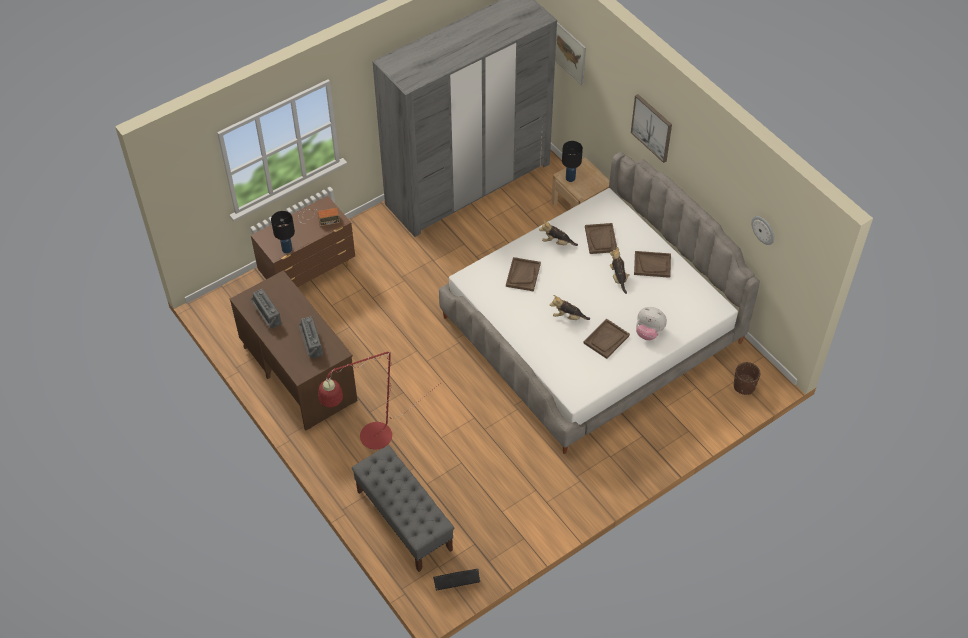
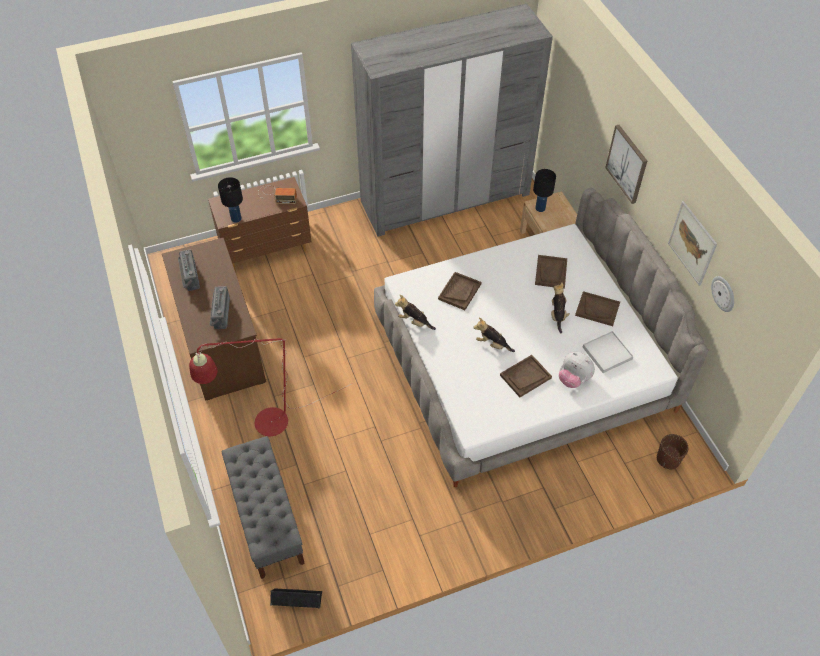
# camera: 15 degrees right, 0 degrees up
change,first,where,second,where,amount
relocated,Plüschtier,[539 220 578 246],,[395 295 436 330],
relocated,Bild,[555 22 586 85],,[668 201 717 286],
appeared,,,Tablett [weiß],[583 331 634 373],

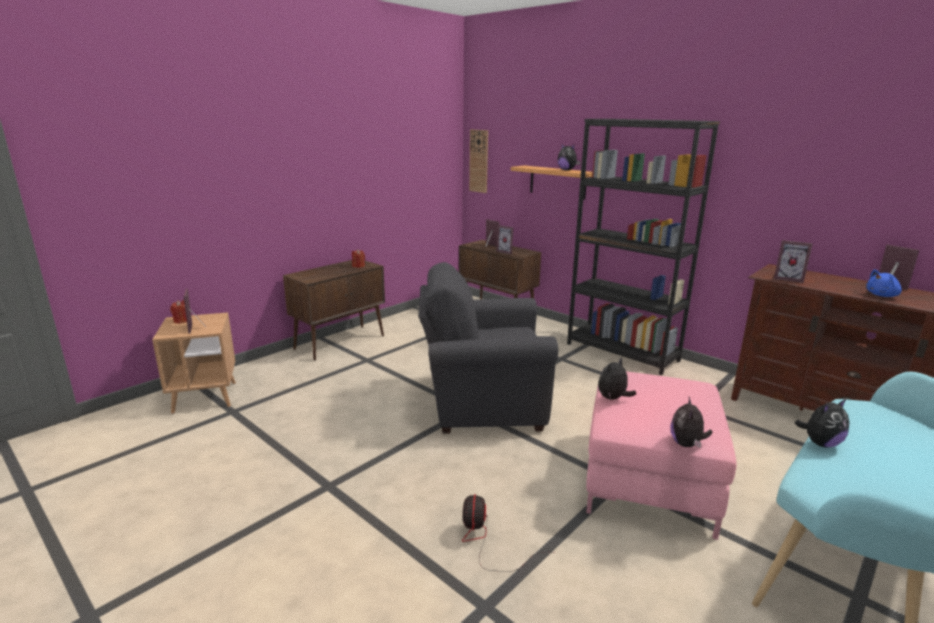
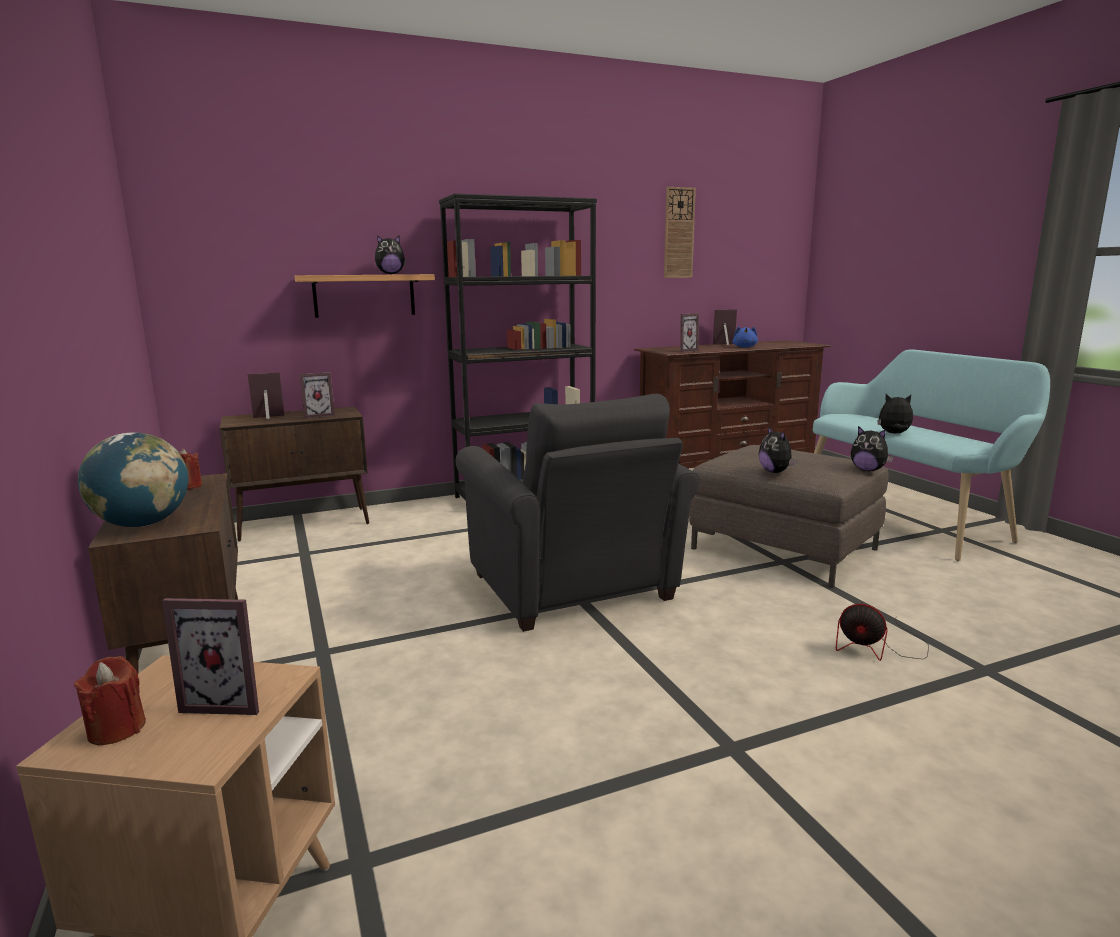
# camera: 65 degrees left, 5 degrees down
change,first,where,second,where,amount
spun,Sessel [grau],[418 262 558 434],,[456 394 699 632],45 degrees counterclockwise
relocated,Wanduhr,[469 130 488 193],,[664 187 696 278],
colour,Polsterhocker [rosa],[586 371 737 540],Polsterhocker [braun],[689 445 889 588],
spun,Plüschtier,[795 399 849 447],,[877 394 913 433],75 degrees counterclockwise
appeared,,,Globus,[78 432 188 527],

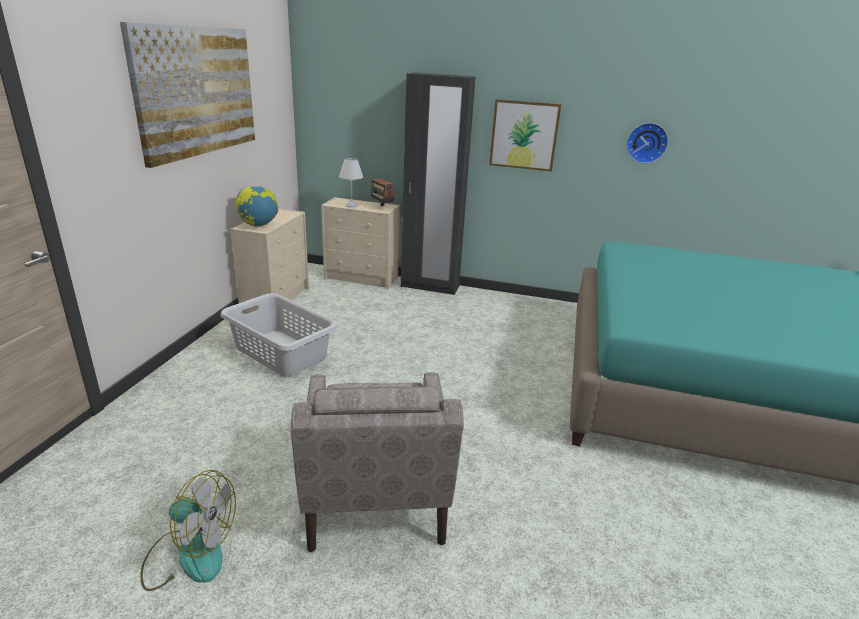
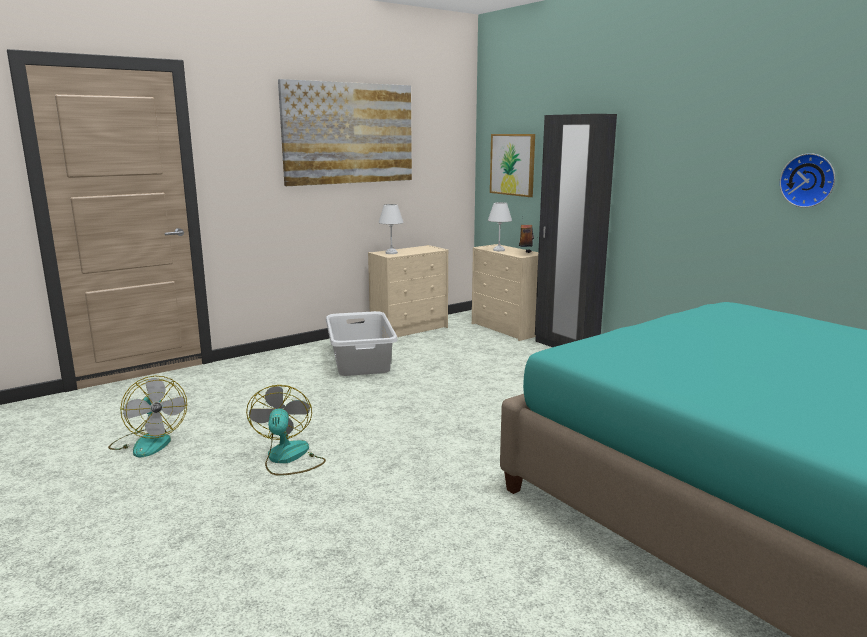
# camera: 40 degrees right, 10 degrees down
change,first,where,second,where,amount
exchanged,Globus,[235 186 279 227],Tischlampe [weiß],[379 204 403 254],
exchanged,Sessel [beige],[291 372 464 552],Ventilator,[246 385 326 476],
relocated,Bild,[489 99 562 171],,[490 134 535 197],

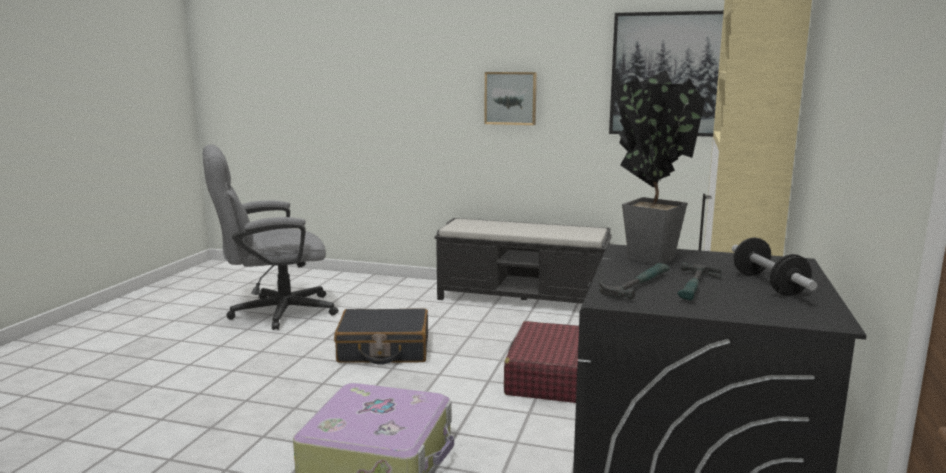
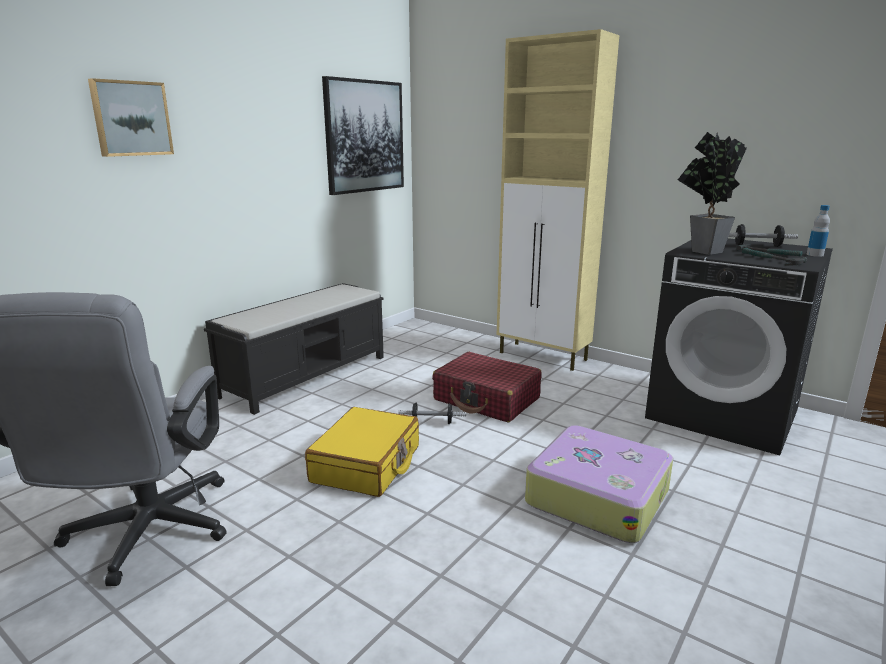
# camera: 70 degrees left, 5 degrees up
change,first,where,second,where,amount
colour,Koffer [schwarz],[334 309 428 365],Koffer [gelb],[305 407 419 497],
relocated,Bild,[485 72 537 125],,[88 78 174 157],
appeared,,,Hantel,[398 403 466 424],
appeared,,,Flasche,[807 205 830 257],

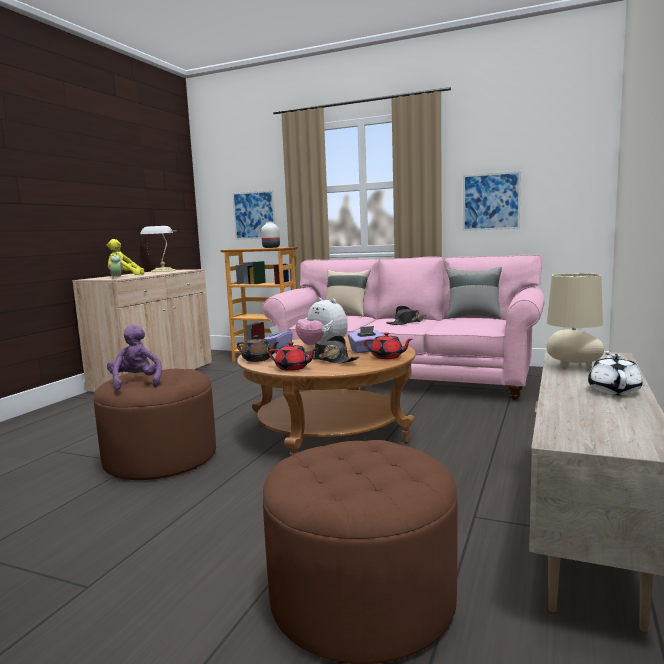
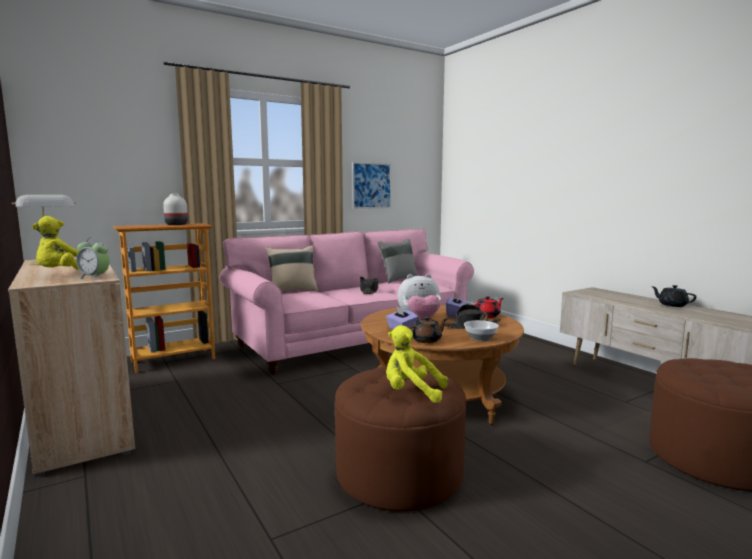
# camera: 55 degrees left, 0 degrees up
change,first,where,second,where,amount
colour,Plüschtier [lila],[107 325 162 391],Plüschtier [gelb],[386 325 448 403],
missing,Bild,[232 190 275 240],,,
exchanged,Teekanne [rot],[268 342 317 371],Schüssel,[464 320 499 341],
missing,Tischlampe [beige],[546 273 604 370],,,
colour,Teekanne [weiß],[588 353 643 395],Teekanne [schwarz],[651 285 696 307],

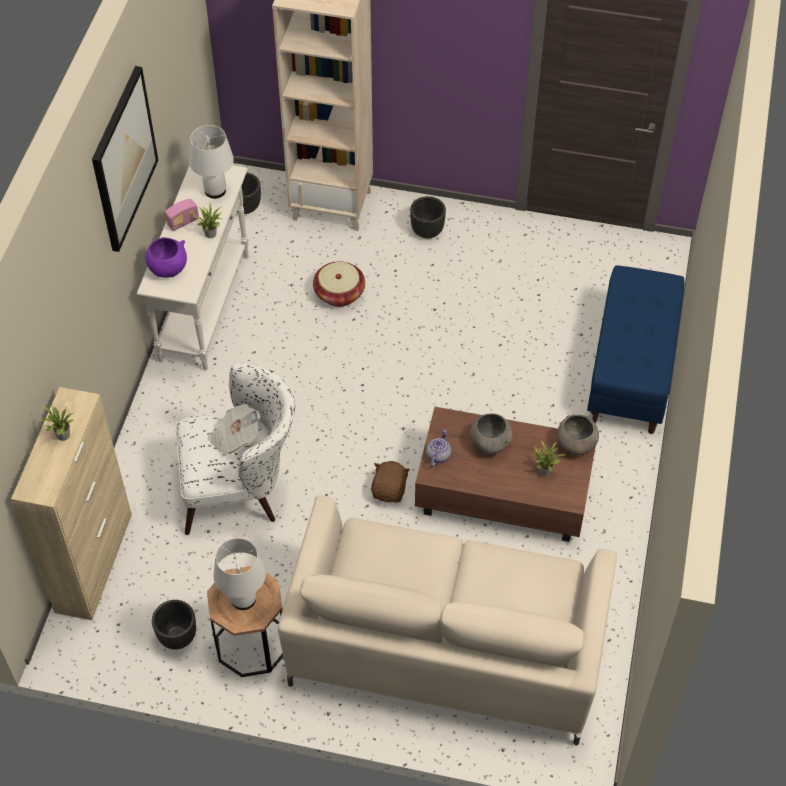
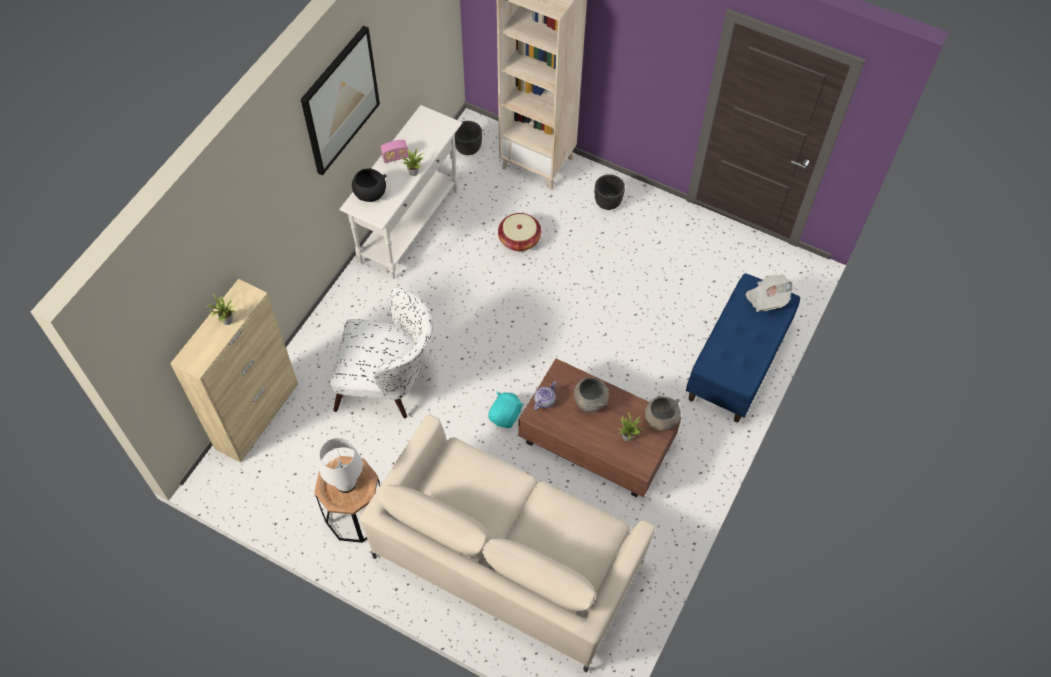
# camera: 15 degrees right, 5 degrees up
change,first,where,second,where,amount
colour,Schüssel [lila],[146 237 187 278],Schüssel [schwarz],[352 168 386 202],
missing,Pflanzkübel [schwarz],[152 600 196 650],,,
missing,Tischlampe [weiß],[189 125 234 199],,,
relocated,Zeitung,[208 404 260 456],,[746 274 794 312],
colour,Plüschtier [braun],[371 461 410 503],Plüschtier [türkis],[488 392 524 428],

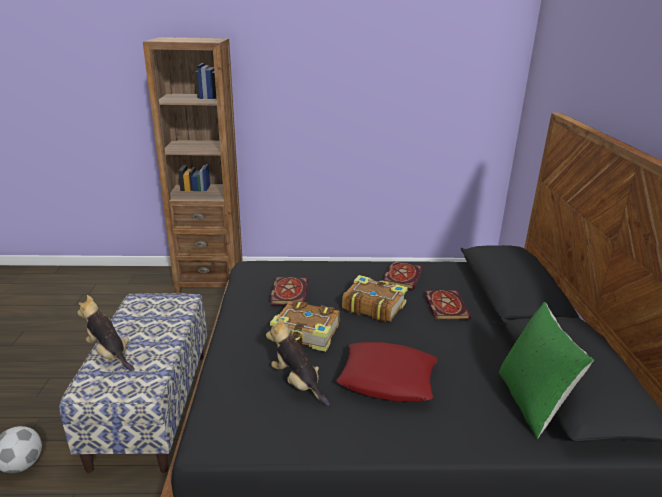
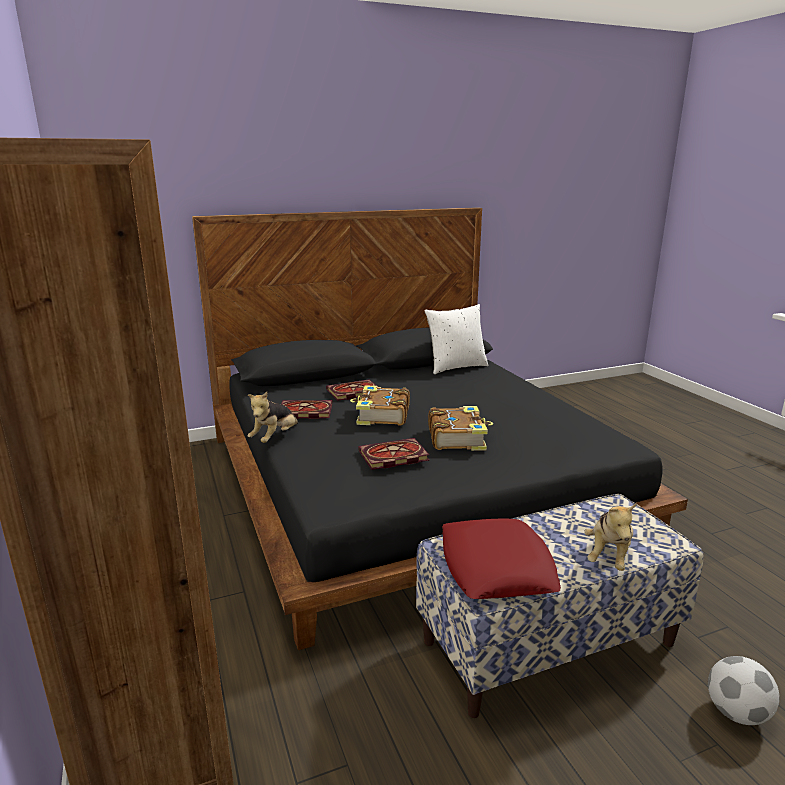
# camera: 110 degrees left, 5 degrees down
change,first,where,second,where,amount
relocated,Plüschtier,[266 317 330 406],,[248 392 298 443],
relocated,Kissen [rot],[337 342 438 402],,[442 518 561 599],
colour,Kissen [grün],[499 302 594 439],Kissen [weiß],[424 304 488 374],

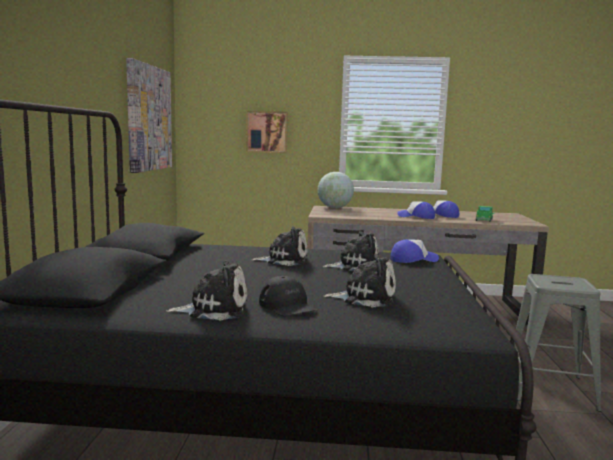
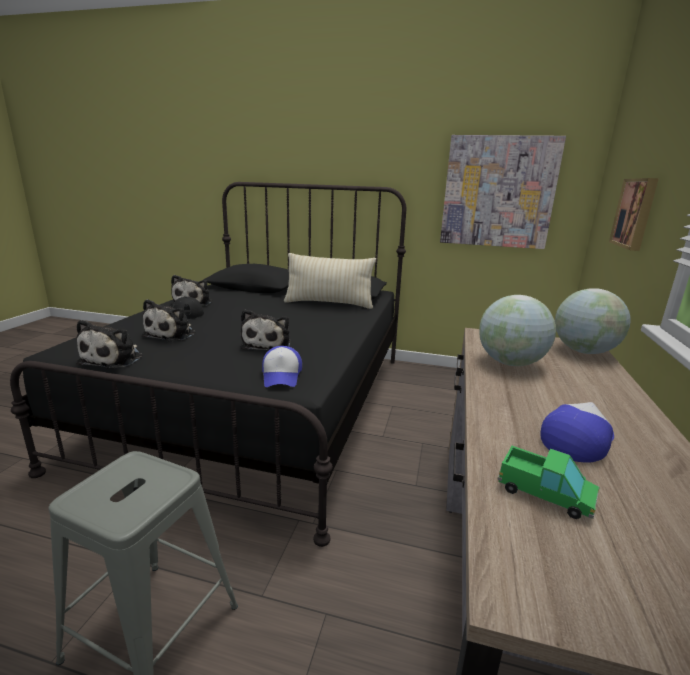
# camera: 100 degrees right, 10 degrees up
change,first,where,second,where,amount
relocated,Plüschtier,[251 227 308 266],,[76 320 142 369],
missing,Kappe,[397 201 435 219],,,
appeared,,,Kissen [beige],[284 253 376 309],
appeared,,,Globus,[479 295 556 366],

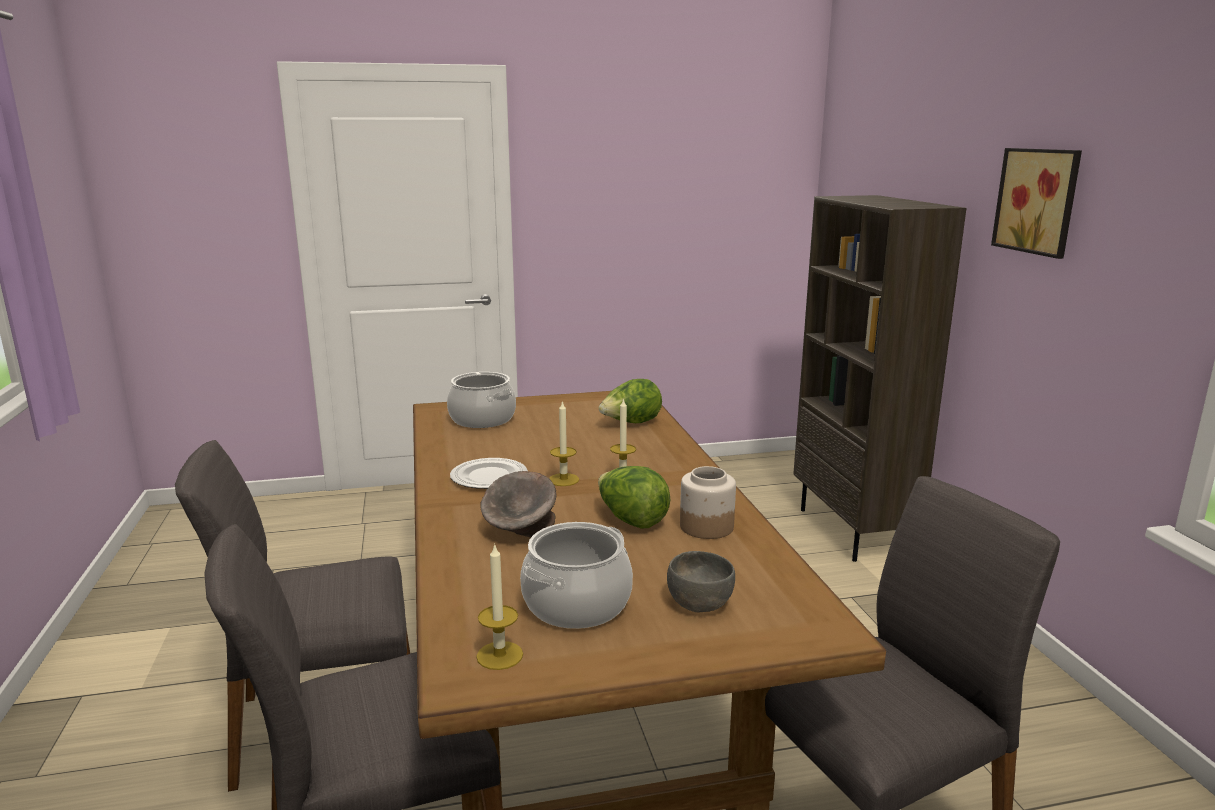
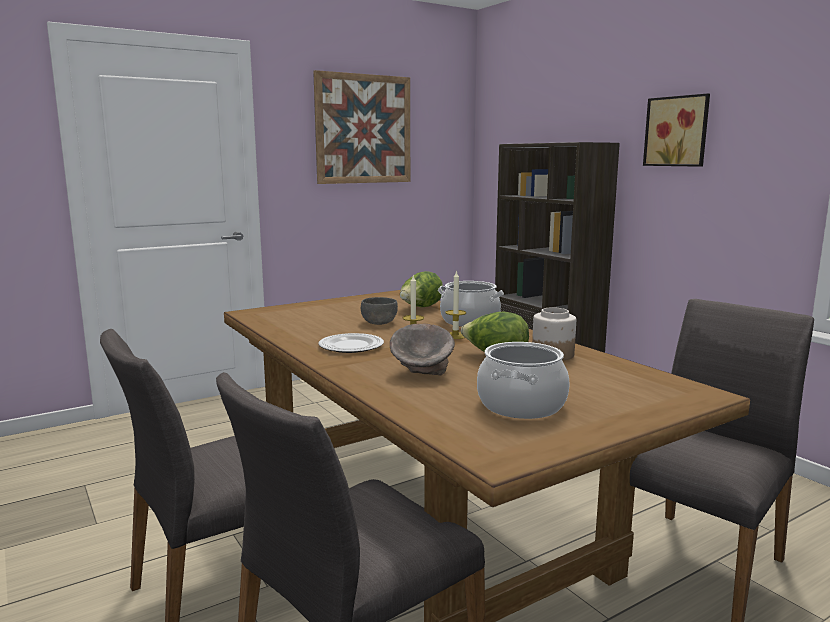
# camera: 20 degrees left, 5 degrees down
change,first,where,second,where,amount
relocated,Kochtopf,[447 372 516 428],,[438 281 504 327],
missing,Kerze,[476 543 523 670],,,
relocated,Schüssel [grau],[667 551 735 612],,[361 297 398 325],
appeared,,,Bild,[313 70 410 184],

